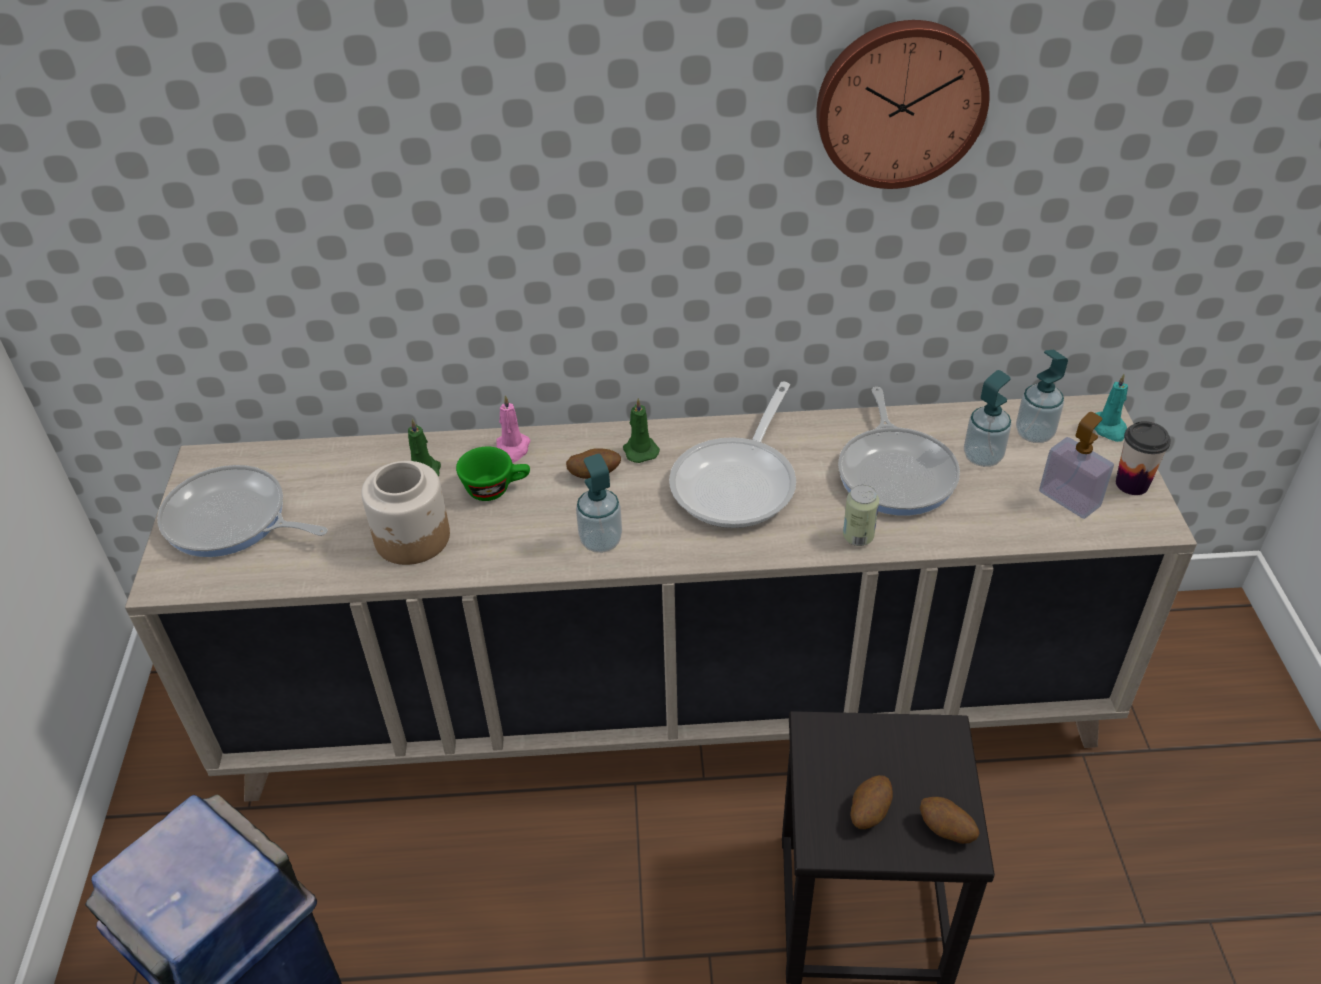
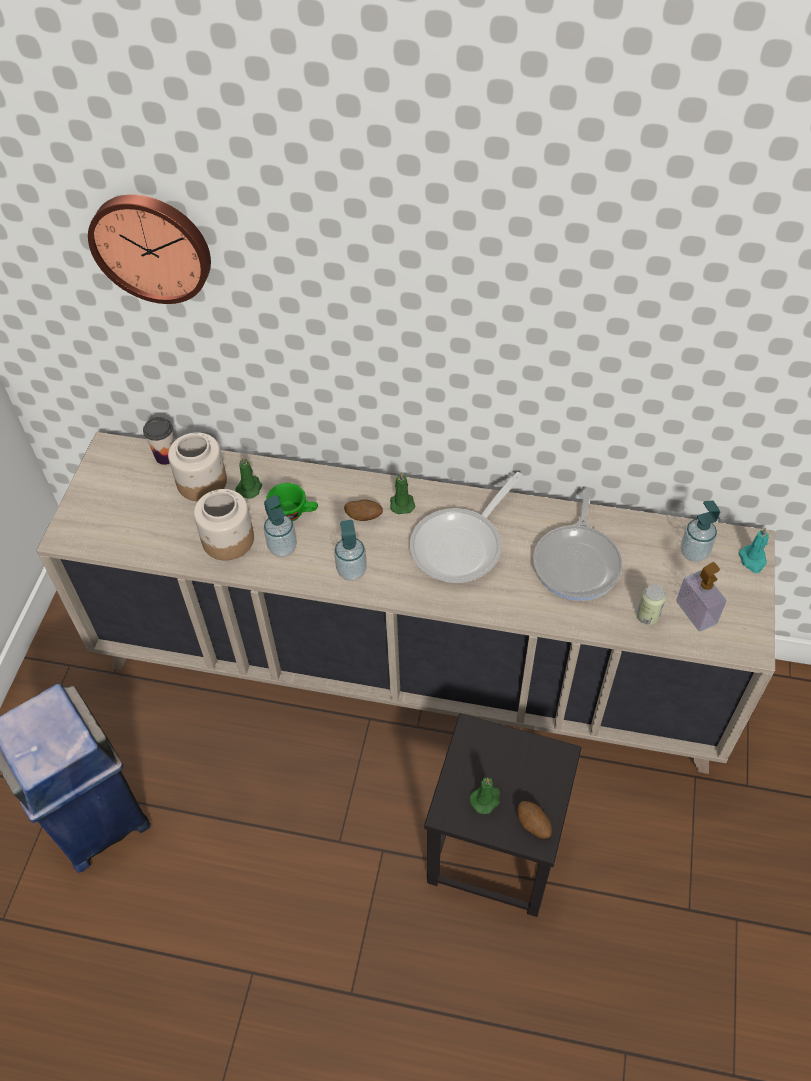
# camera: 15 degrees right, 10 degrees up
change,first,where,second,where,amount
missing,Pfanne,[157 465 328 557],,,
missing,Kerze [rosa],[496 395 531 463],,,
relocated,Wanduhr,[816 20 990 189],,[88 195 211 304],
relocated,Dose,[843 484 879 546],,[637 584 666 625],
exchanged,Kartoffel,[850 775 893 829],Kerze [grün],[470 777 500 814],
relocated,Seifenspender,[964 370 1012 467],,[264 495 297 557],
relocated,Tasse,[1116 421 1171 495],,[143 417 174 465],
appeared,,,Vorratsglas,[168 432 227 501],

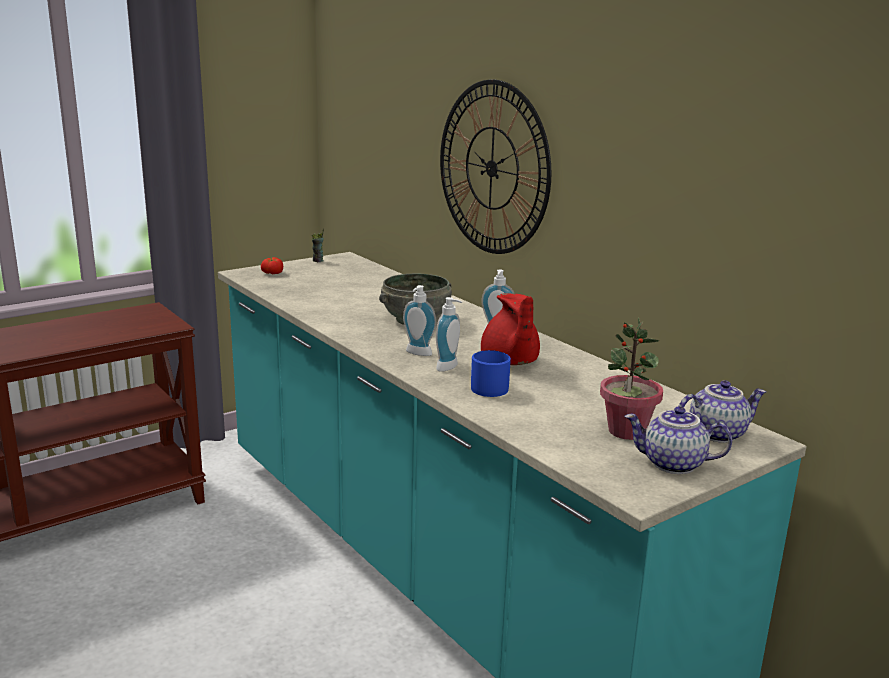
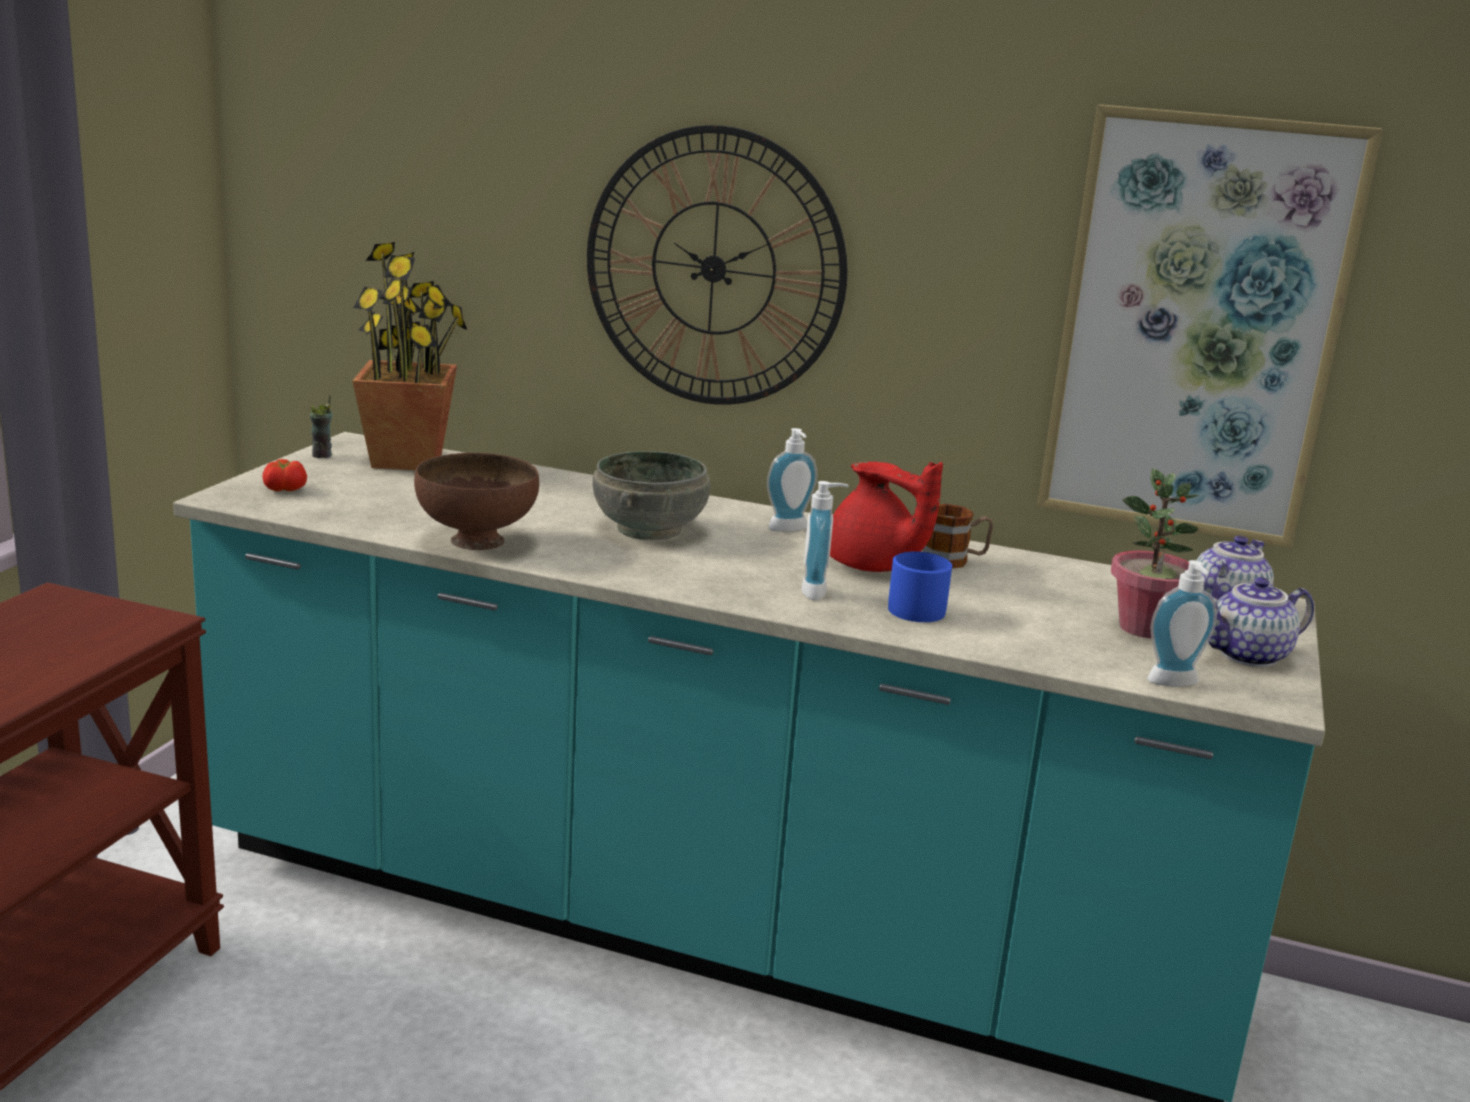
# camera: 35 degrees left, 0 degrees up
change,first,where,second,where,amount
relocated,Seifenspender,[403 285 436 356],,[1148 560 1217 687],
appeared,,,Topfpflanze,[352 242 467 470],
appeared,,,Schüssel [braun],[414 453 539 550],
appeared,,,Henkelbecher,[923 504 993 568],
appeared,,,Bild,[1037 104 1383 548],

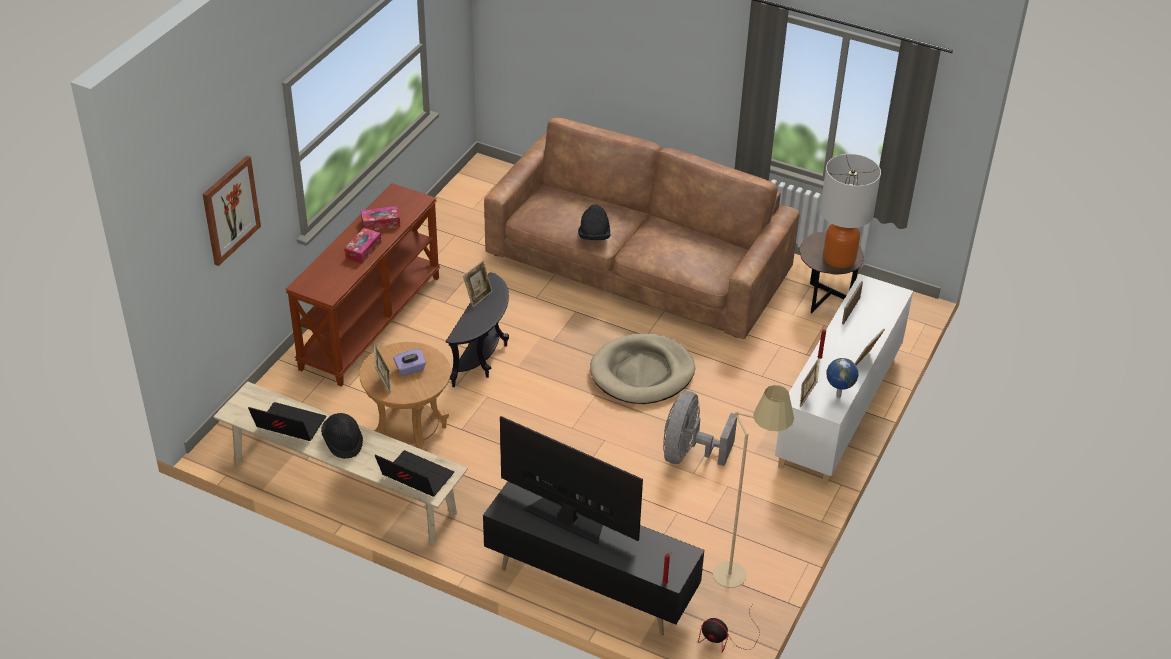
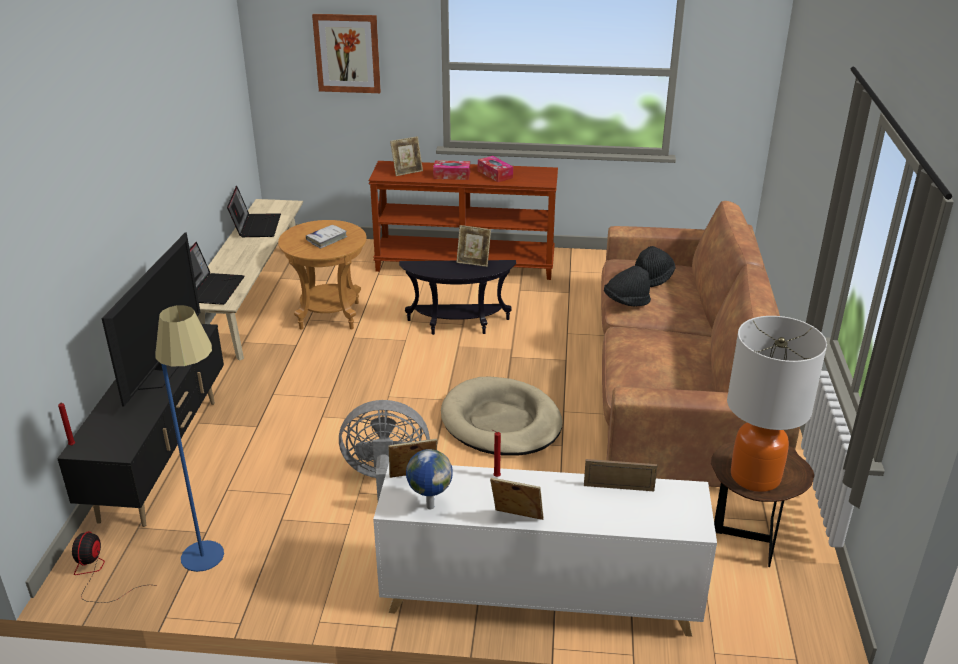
# camera: 70 degrees right, 10 degrees down
change,first,where,second,where,amount
relocated,Hut [schwarz],[321 413 363 459],,[635 246 675 287],
relocated,Bilderrahmen,[374 344 391 394],,[390 136 423 176],
exchanged,Taschentuchbox [lila],[393 349 426 376],Buch [weiß],[306 224 347 249],
colour,Stehlampe [beige],[713 385 794 588],Stehlampe [blau],[156 305 224 572],

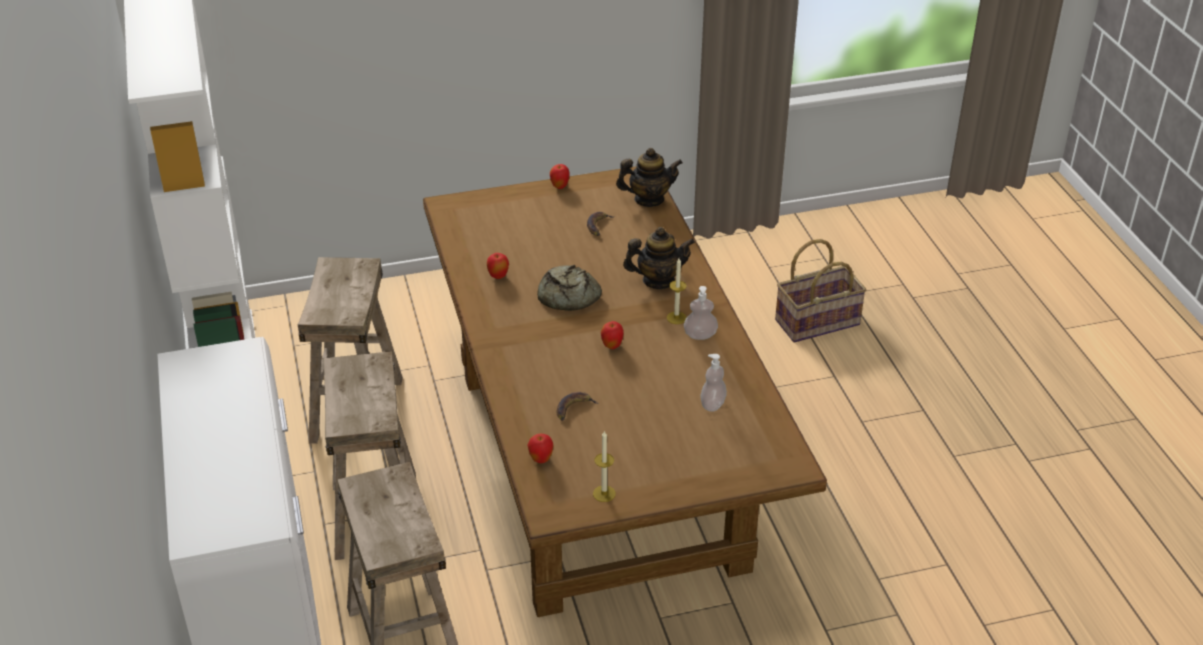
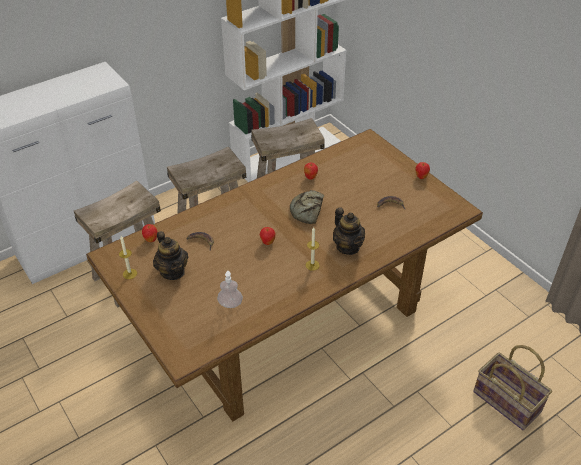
# camera: 70 degrees right, 5 degrees up
change,first,where,second,where,amount
relocated,Teekanne,[616 148 683 207],,[153 231 188 280],
missing,Seifenspender,[684 286 718 340],,,

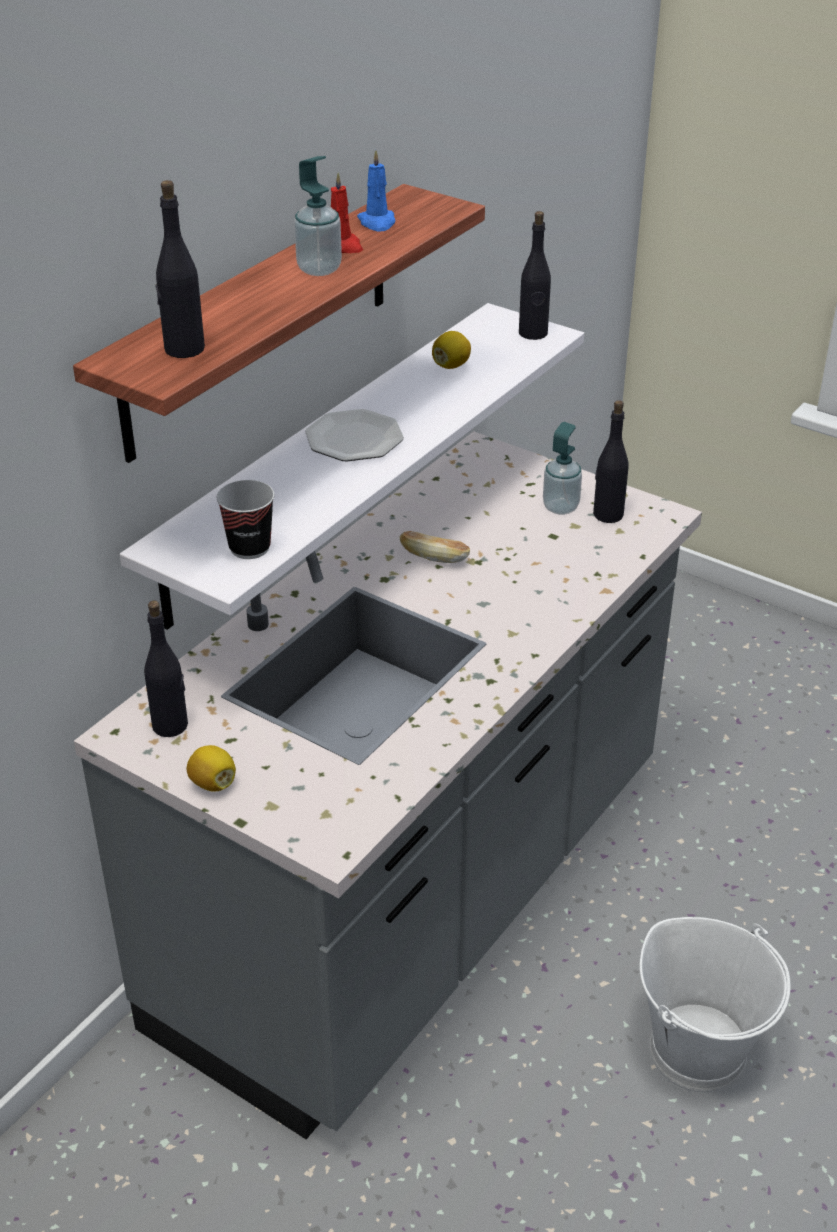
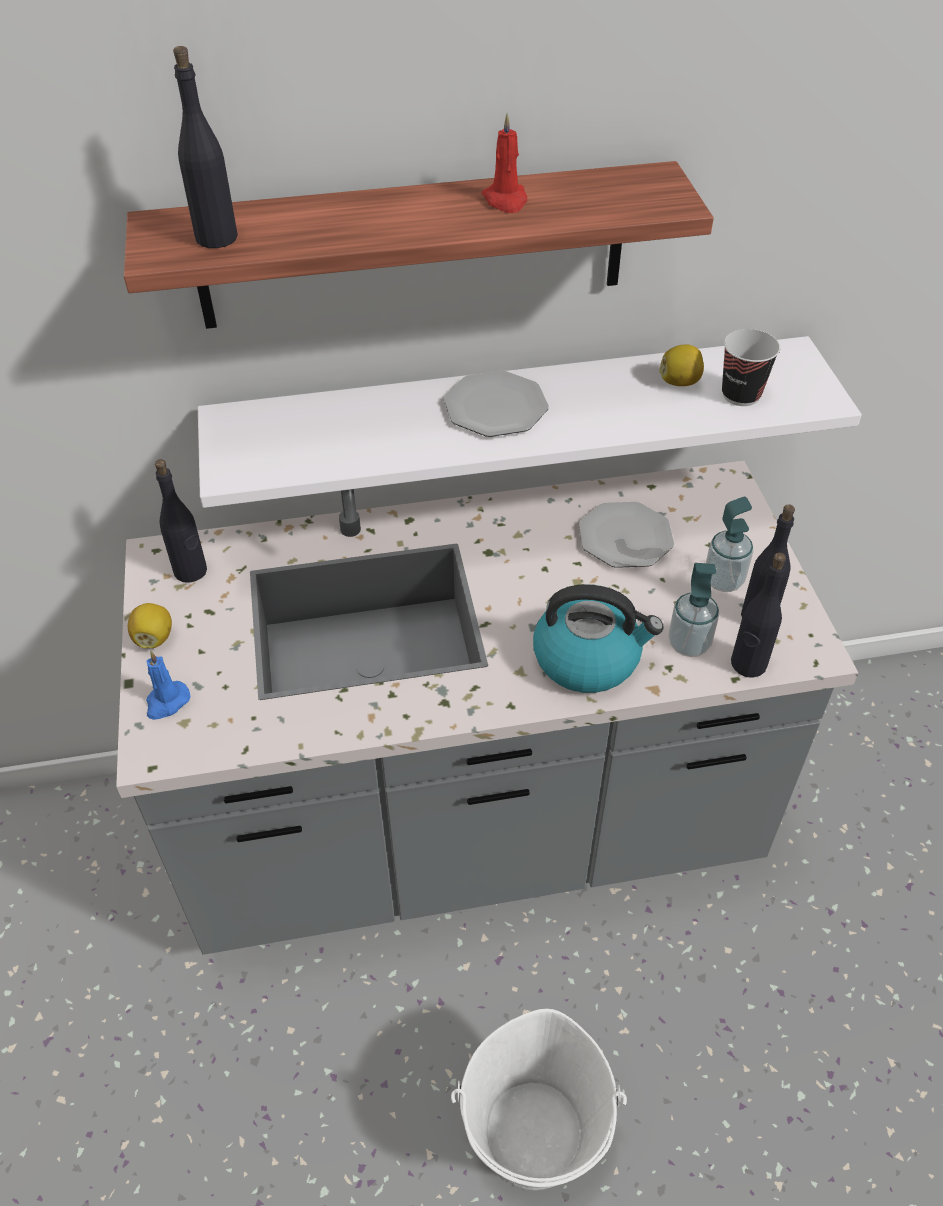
# camera: 45 degrees right, 10 degrees up
change,first,where,second,where,amount
relocated,Tasse,[217 480 275 559],,[722 329 780 406],
relocated,Seifenspender,[294 156 342 276],,[668 563 719 657],
relocated,Kerze [blau],[357 150 395 231],,[146 651 190 720],
missing,Brot,[399 531 470 563],,,
relocated,Flasche [schwarz],[519 211 551 340],,[731 553 786 678],
appeared,,,Wasserkessel,[533 584 664 693],
appeared,,,Teller,[579 502 674 568],

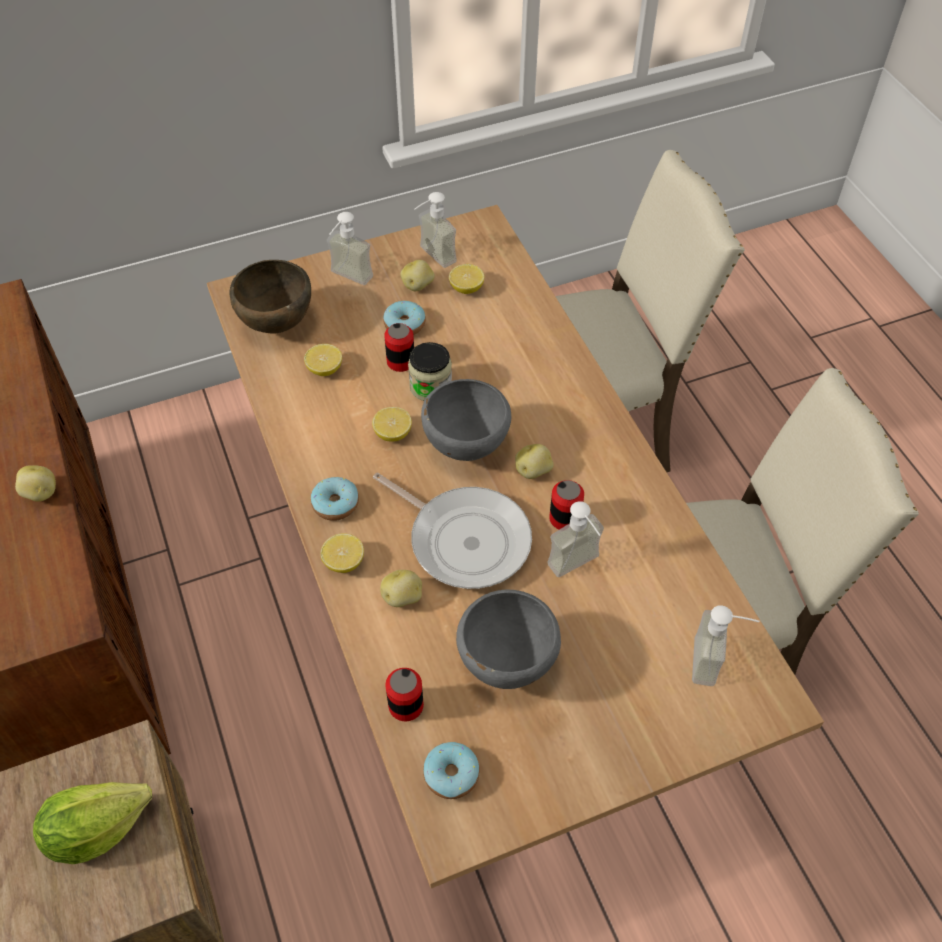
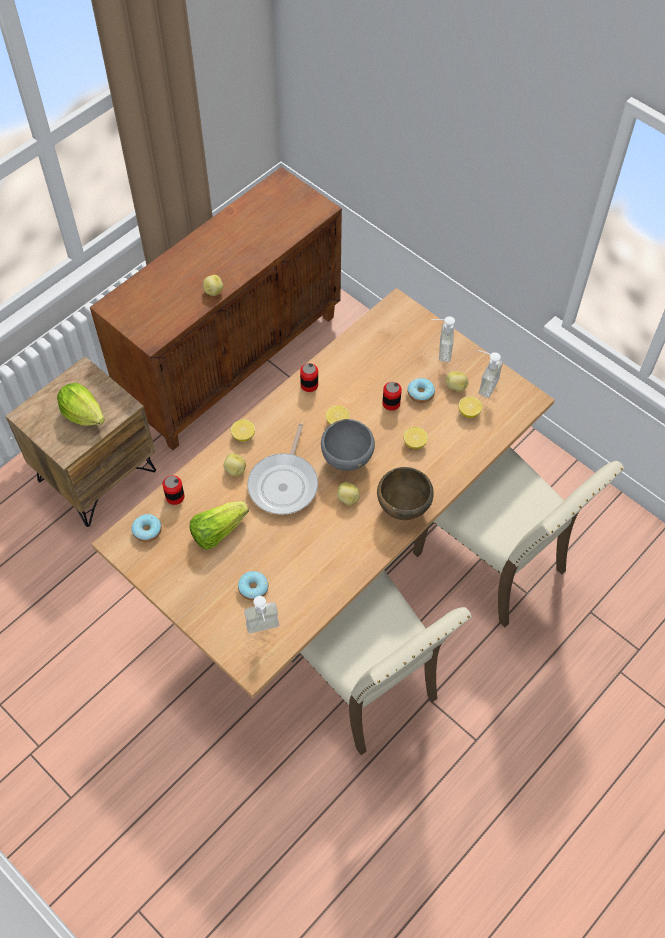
# camera: 65 degrees right, 5 degrees up
change,first,where,second,where,amount
relocated,Schüssel [braun],[230 260 311 334],,[377 467 434 520],
relocated,Zitrone,[304 344 342 376],,[404 427 428 449],
relocated,Donut,[311 477 359 521],,[238 571 268 600],
missing,Vorratsglas,[408 342 452 401],,,
exchanged,Schüssel [grau],[456 590 561 689],Salatkopf,[190 501 249 550],
missing,Seifenspender,[547 501 604 577],,,
relocated,Dose,[549 480 584 529],,[300 363 318 392],

